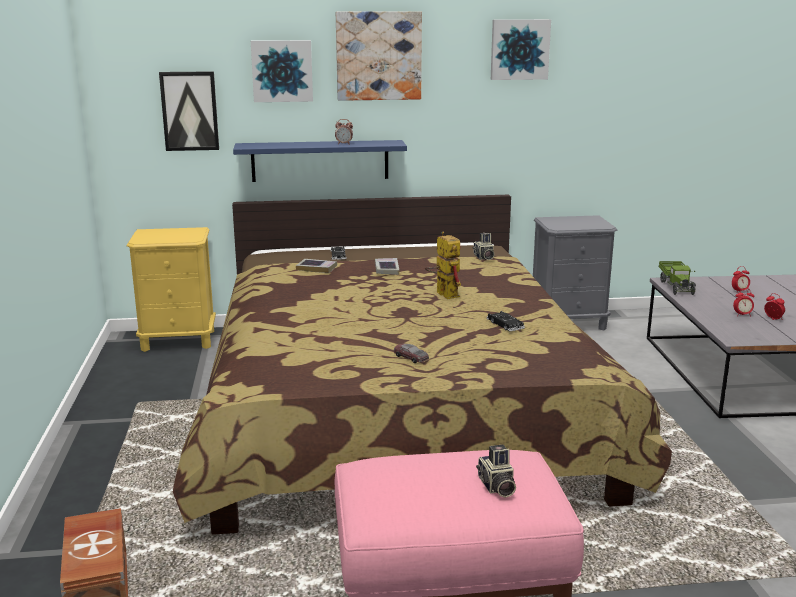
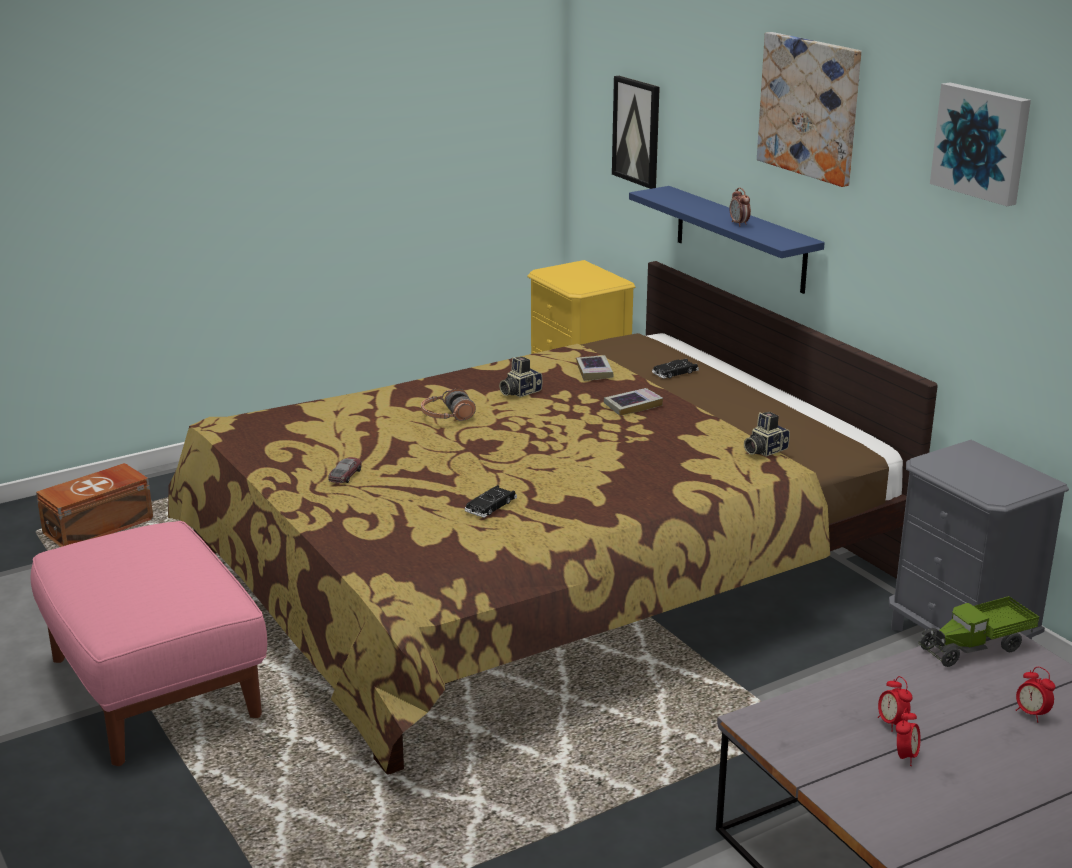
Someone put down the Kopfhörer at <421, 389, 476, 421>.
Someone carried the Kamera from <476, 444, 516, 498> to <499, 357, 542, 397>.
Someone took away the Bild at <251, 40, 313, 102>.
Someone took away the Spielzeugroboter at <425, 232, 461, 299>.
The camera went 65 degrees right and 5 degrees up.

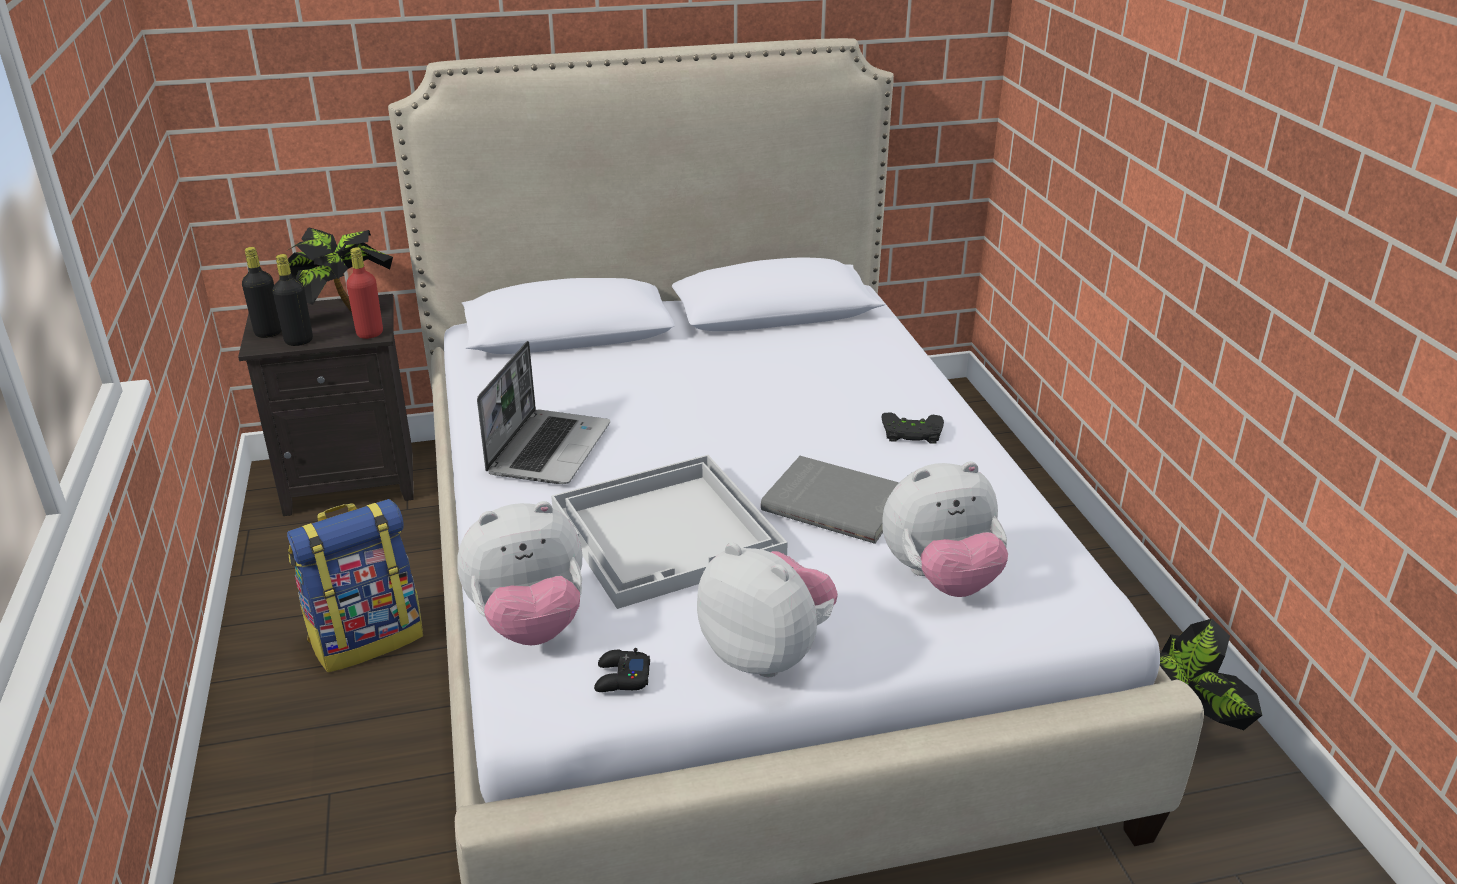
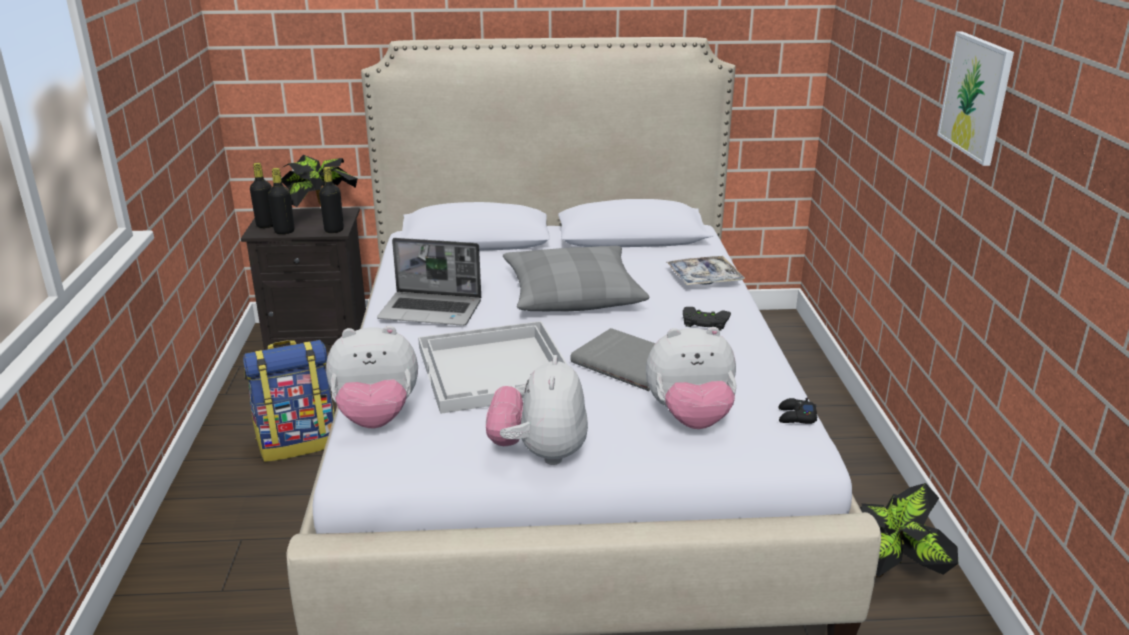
Someone repainted the Flasche [rot] at <346, 247, 383, 339>, which became the Flasche [schwarz] at <319, 167, 344, 233>.
Someone rotated the Laptop at <477, 341, 610, 484> by 75 degrees clockwise.
Someone rotated the Plüschtier at <697, 542, 838, 677> by 135 degrees counterclockwise.
Someone put down the Kissen [grau] at <503, 246, 650, 311>.
Someone put down the Tablett at <666, 256, 746, 286>.
Someone carried the Gamepad [schwarz] from <594, 648, 650, 692> to <779, 398, 817, 424>.
Someone put up the Bild at <937, 31, 1014, 166>.
The camera went 10 degrees right and 5 degrees down.

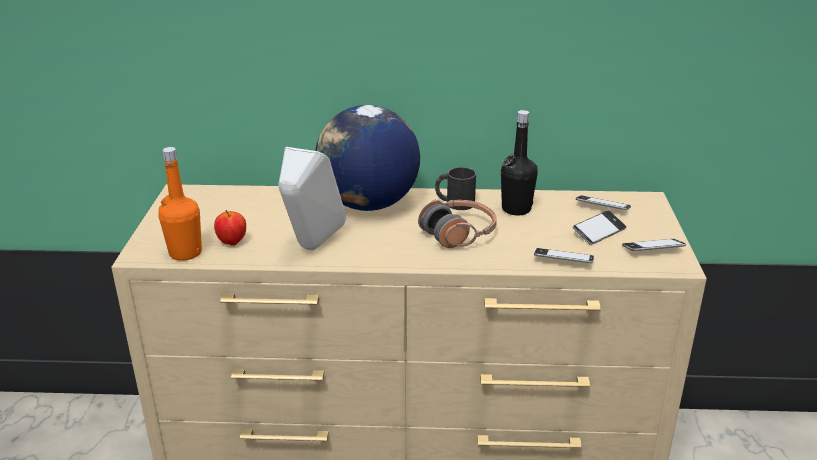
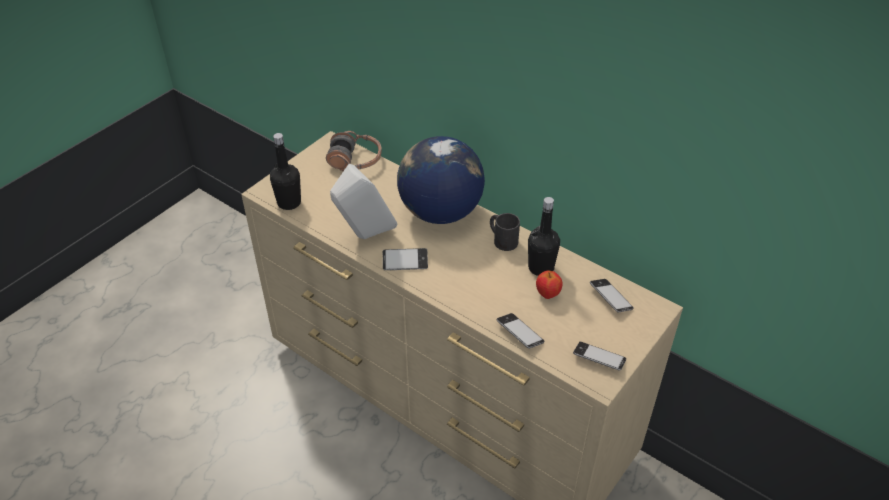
Someone repainted the Flasche [orange] at <158, 147, 202, 261>, which became the Flasche [schwarz] at <270, 133, 301, 210>.
Someone carried the Kopfhörer from <418, 200, 497, 248> to <326, 131, 382, 171>.
Someone carried the Handy from <573, 210, 626, 245> to <383, 248, 428, 270>.
Someone carried the Apfel from <214, 210, 246, 246> to <536, 270, 563, 299>.
The camera went 35 degrees right and 15 degrees up.

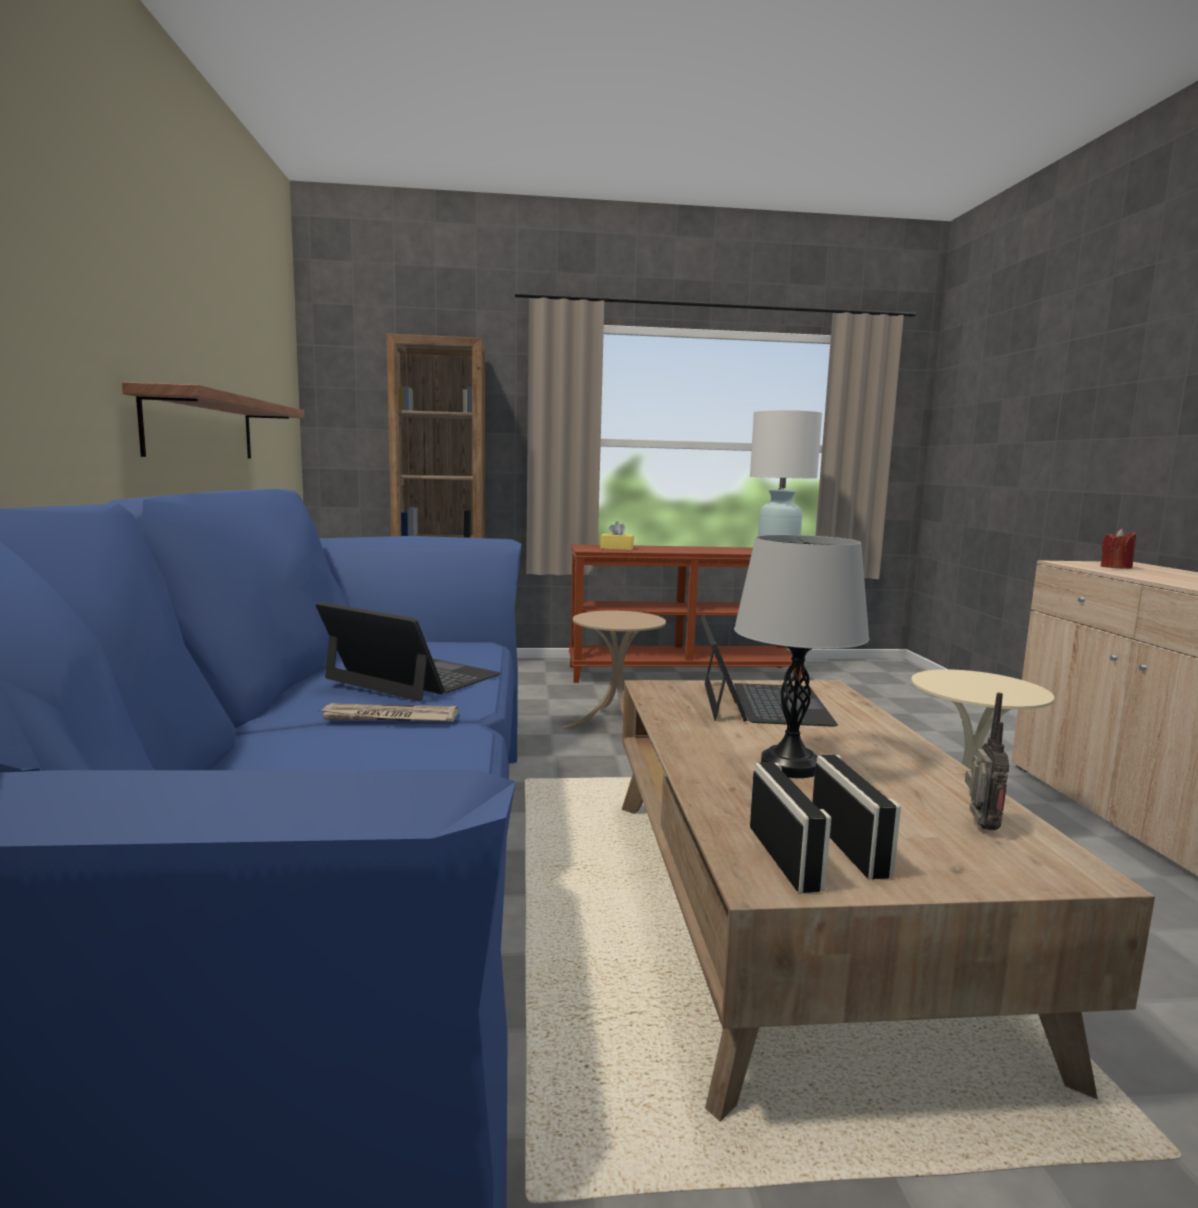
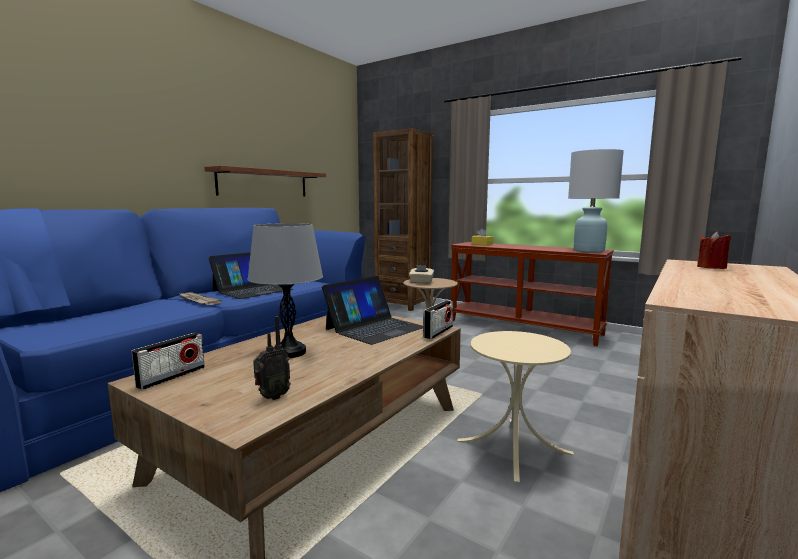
Someone rotated the Laptop at <316, 602, 501, 702> by 60 degrees clockwise.
Someone put down the Taschentuchbox [beige] at <409, 265, 434, 284>.
Someone carried the Radio from <812, 755, 901, 880> to <423, 300, 453, 339>.
The camera went 40 degrees right and 0 degrees up.

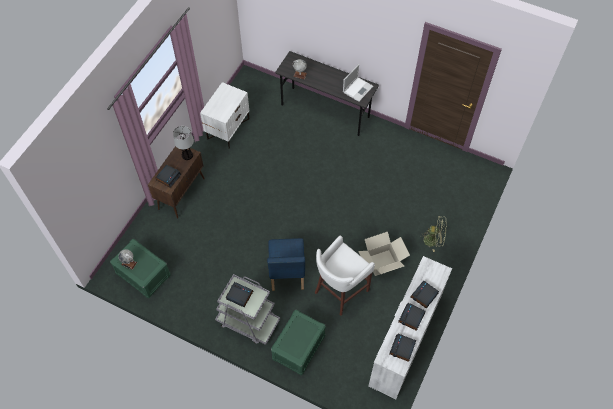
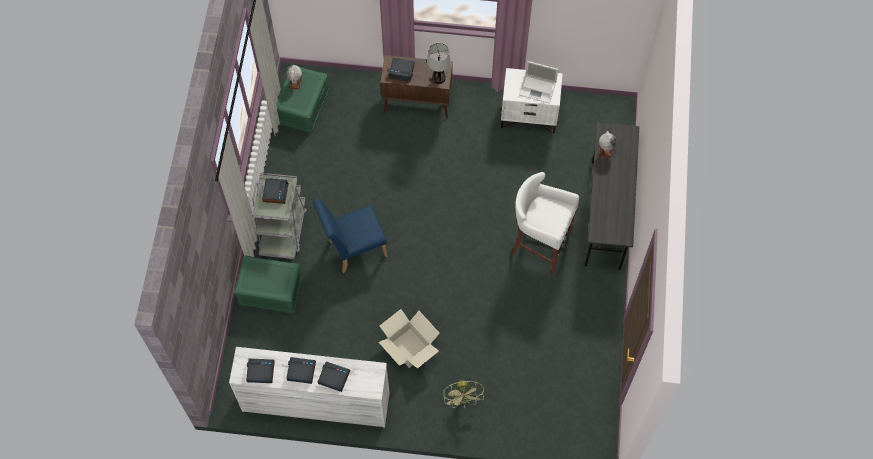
Someone carried the Hocker [weiß] from <315, 236, 375, 316> to <511, 172, 579, 274>.
Someone carried the Laptop from <343, 64, 373, 102> to <519, 61, 558, 103>.
The camera went 70 degrees right and 5 degrees up.

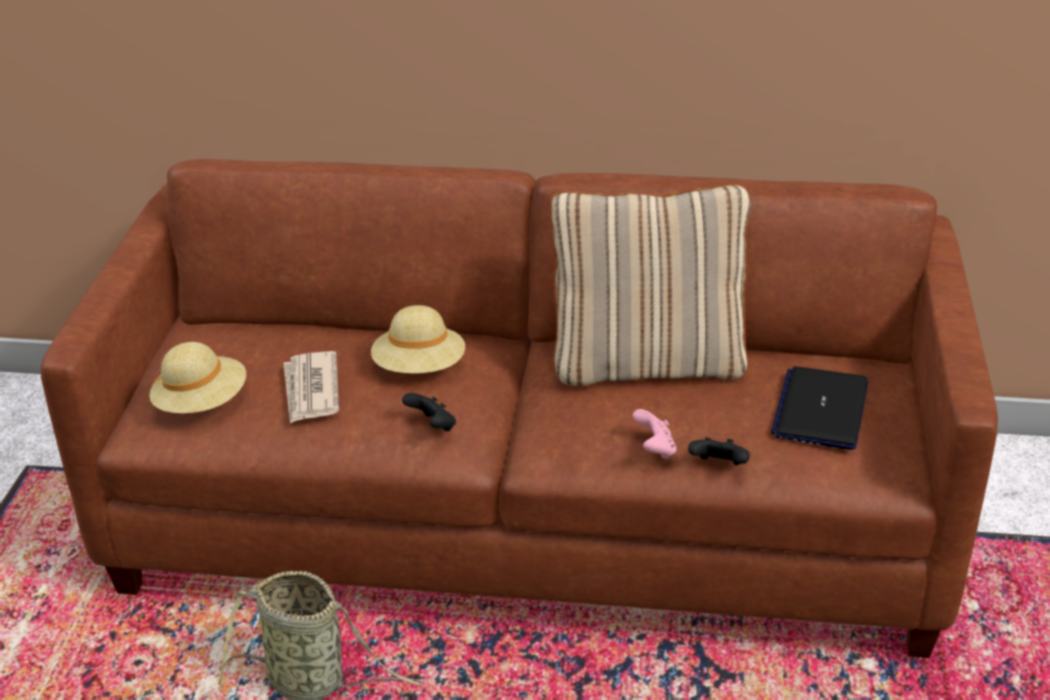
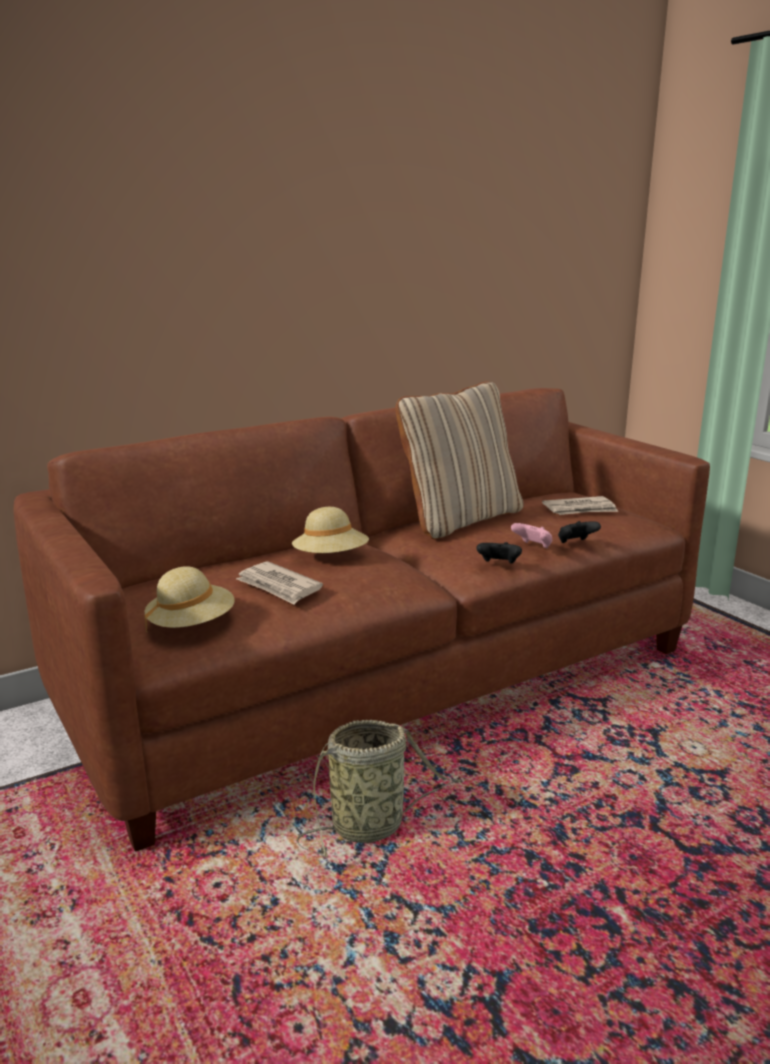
Someone carried the Gamepad [schwarz] from <402, 393, 456, 431> to <477, 542, 522, 564>.
Someone swapped the Laptop at <771, 366, 868, 450> for the Zeitung at <542, 496, 618, 515>.
The camera went 40 degrees left and 15 degrees down.

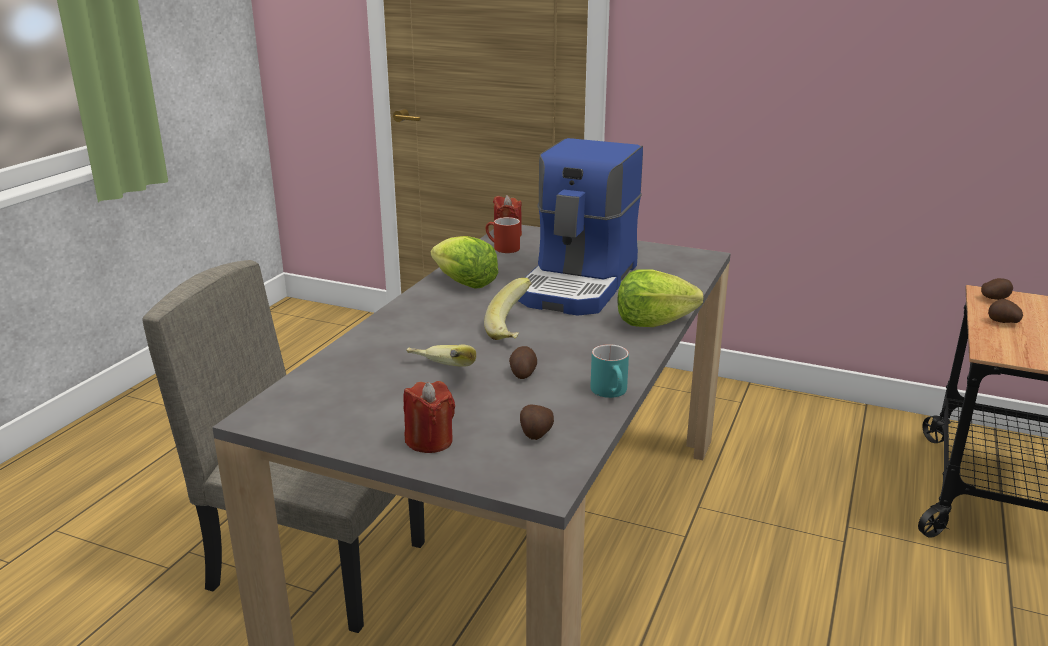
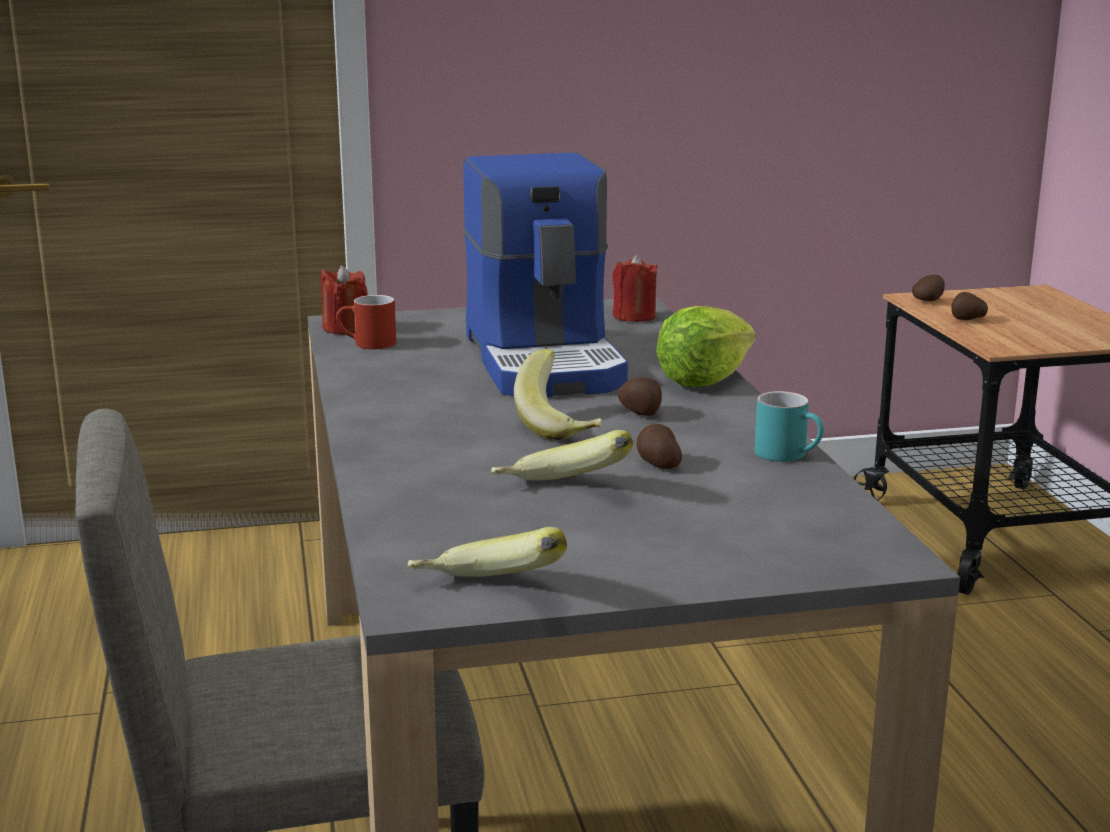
Someone put down the Banane at <407, 527, 567, 577>.
Someone carried the Kerze [rot] from <403, 381, 455, 453> to <612, 255, 658, 322>.
Someone carried the Kartoffel from <520, 405, 554, 440> to <618, 377, 662, 416>.
Someone took away the Salatkopf at <431, 236, 499, 289>.
The camera went 35 degrees left and 5 degrees down.

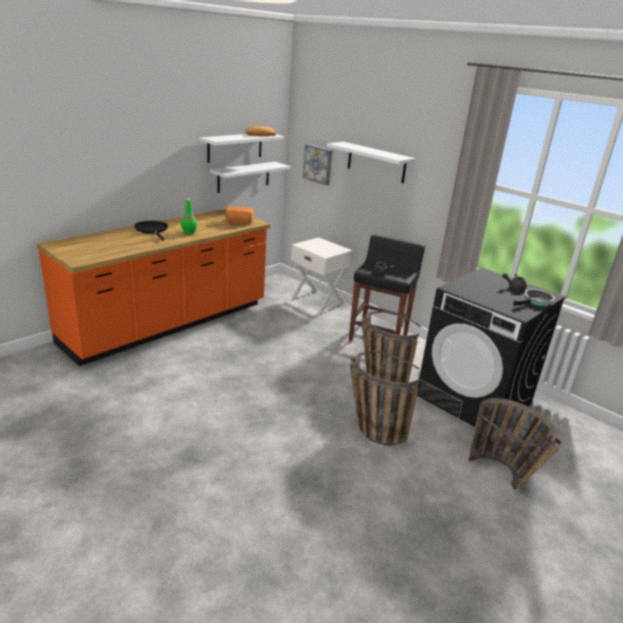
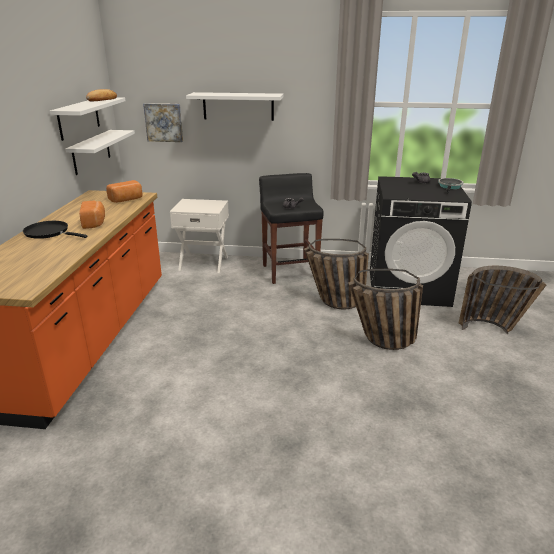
Someone swapped the Flasche [grün] at <181, 199, 197, 234> for the Brot at <79, 201, 105, 229>.
The camera went 35 degrees left and 0 degrees up.

